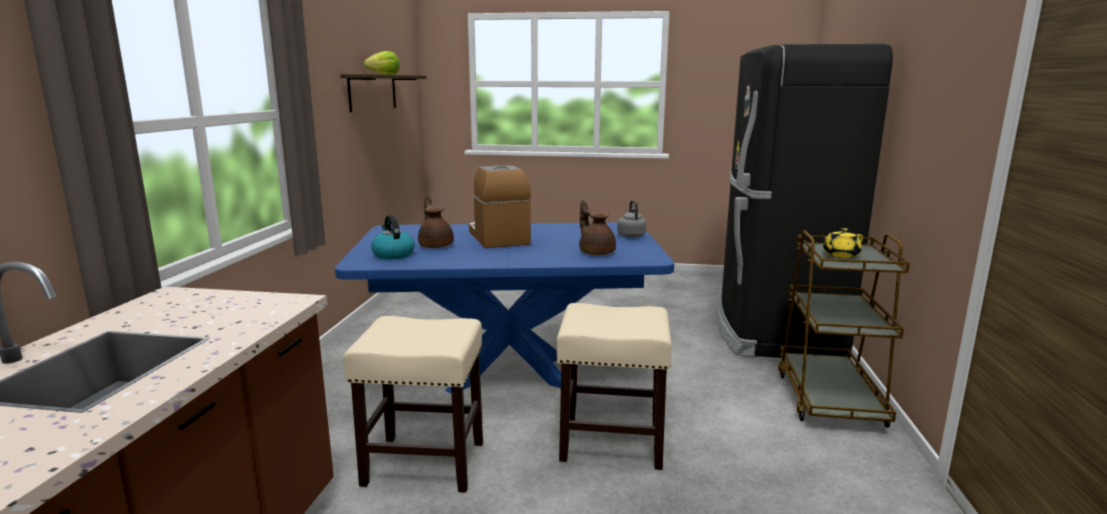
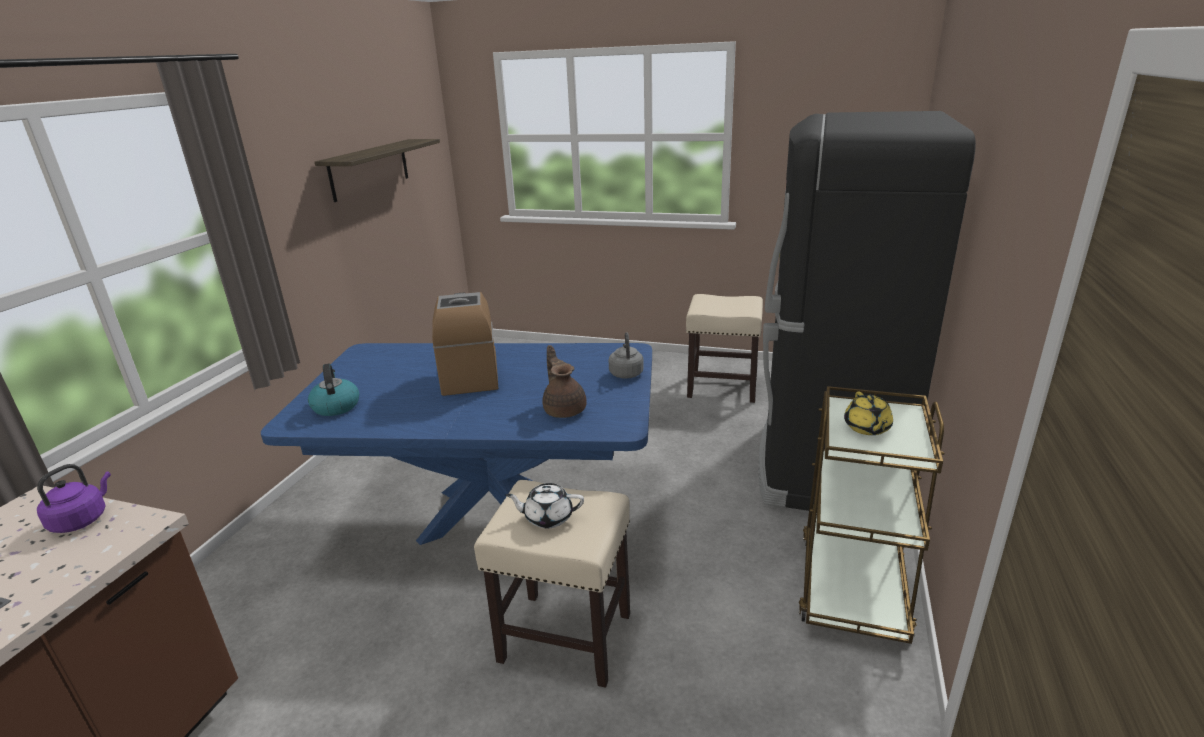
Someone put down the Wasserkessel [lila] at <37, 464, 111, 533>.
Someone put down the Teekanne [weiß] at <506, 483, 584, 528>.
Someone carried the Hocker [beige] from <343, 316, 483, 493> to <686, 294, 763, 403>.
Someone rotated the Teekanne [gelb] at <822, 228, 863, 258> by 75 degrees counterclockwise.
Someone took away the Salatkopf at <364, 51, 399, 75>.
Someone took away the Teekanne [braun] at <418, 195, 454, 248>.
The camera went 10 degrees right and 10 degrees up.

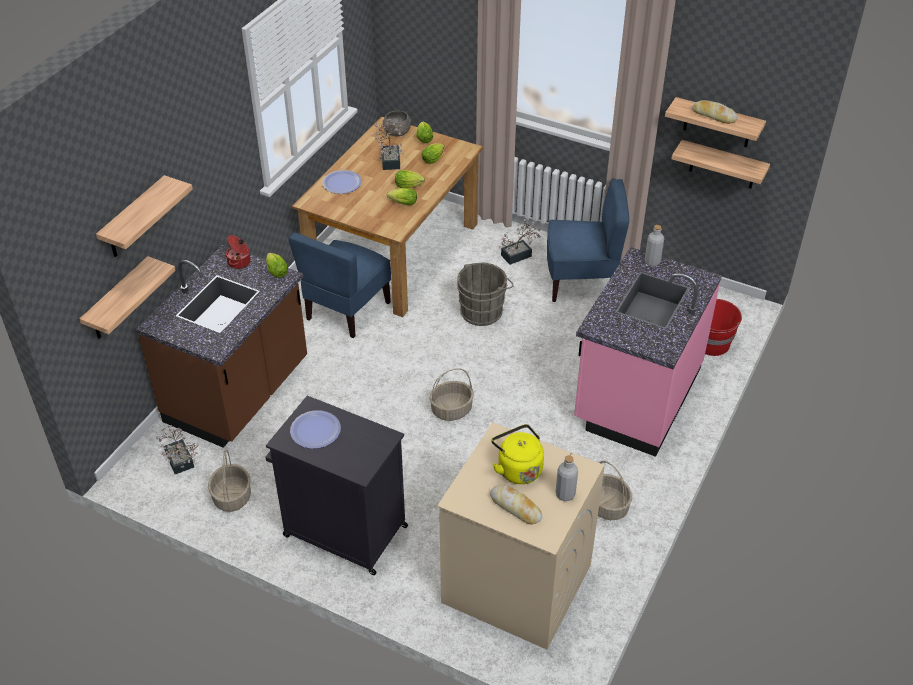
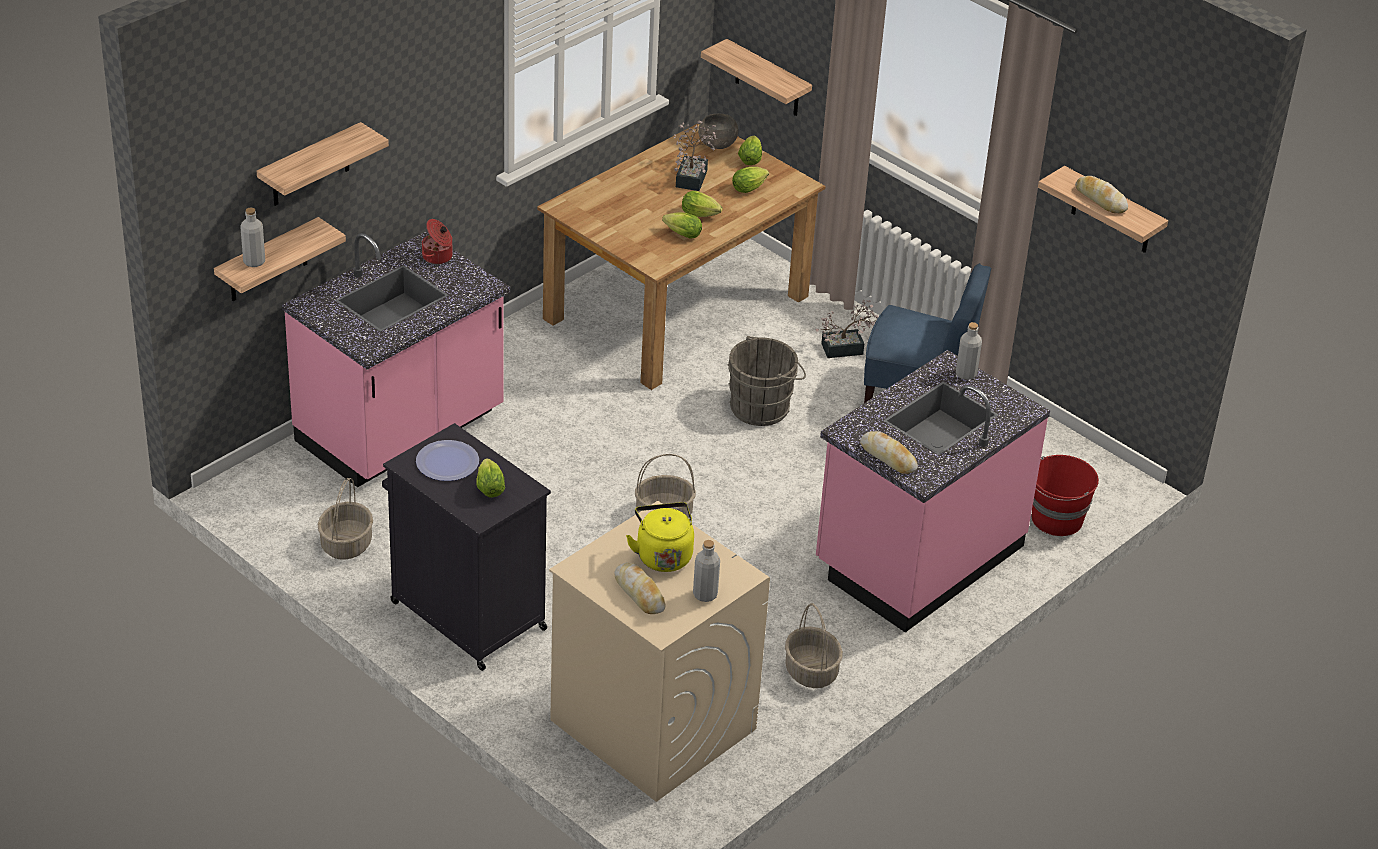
Someone put down the Flasche [grau] at <241, 208, 265, 267>.
Someone repainted the Küchenzeile [braun] at <136, 245, 307, 448>, which became the Küchenzeile [rosa] at <282, 232, 510, 487>.
Someone carried the Salatkopf from <266, 253, 288, 278> to <476, 458, 505, 497>.
Someone carried the Wandregal from <671, 140, 770, 189> to <701, 39, 812, 116>.
Someone put down the Brot at <860, 431, 918, 474>.
Someone took away the Topfpflanze at <156, 425, 199, 474>.
Someone took away the Stuhl [blau] at <288, 232, 391, 338>.
Someone took away the Teller at <322, 170, 362, 194>.
The camera went 15 degrees right and 5 degrees down.

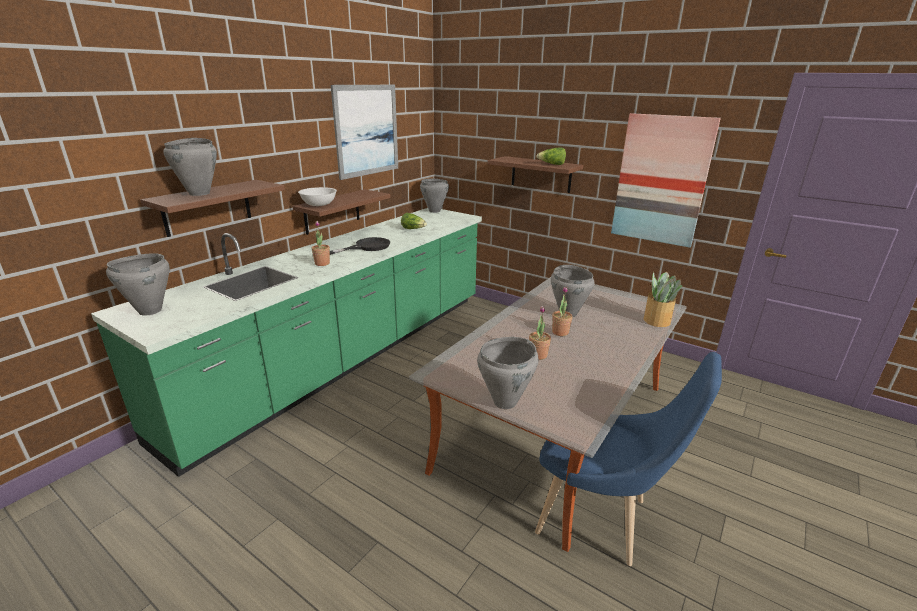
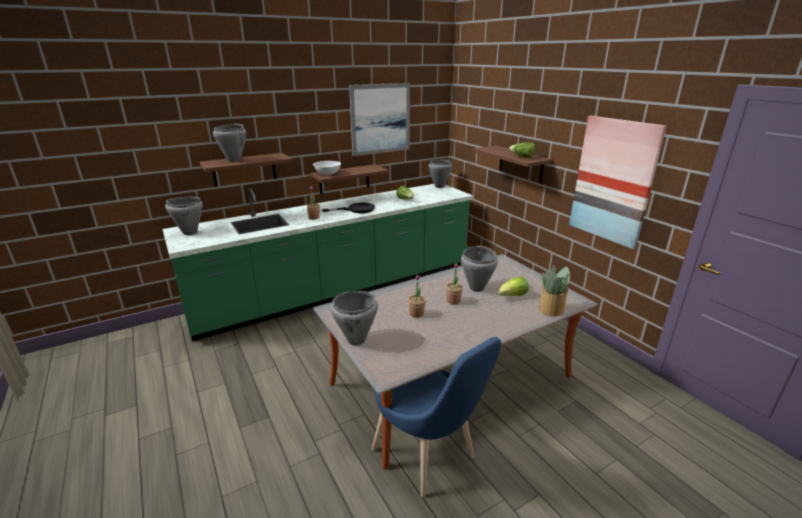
Someone put down the Salatkopf at <498, 277, 529, 296>.
The camera went 25 degrees right and 0 degrees up.

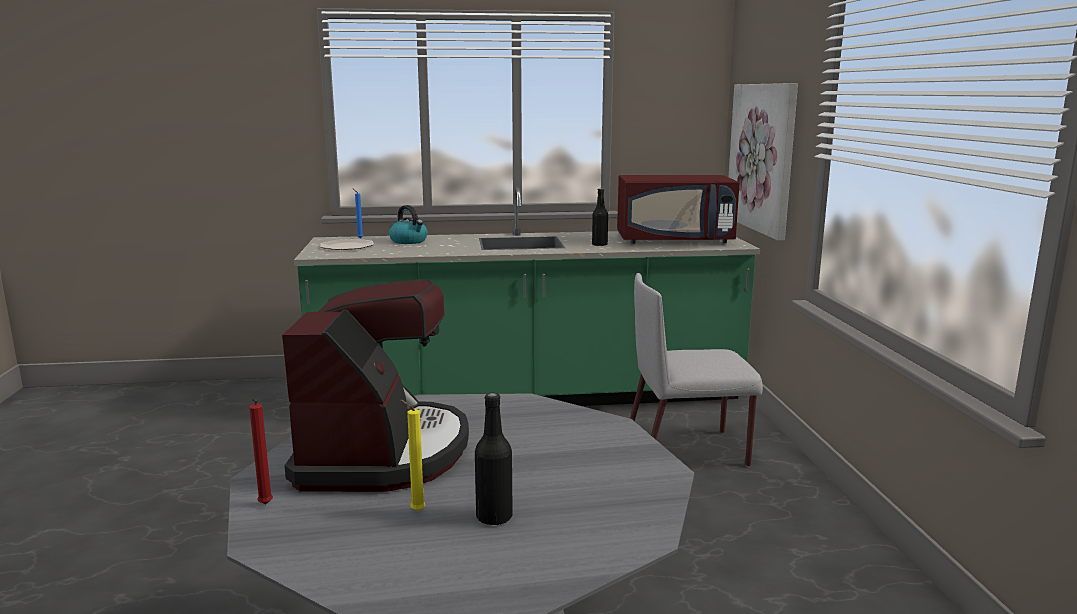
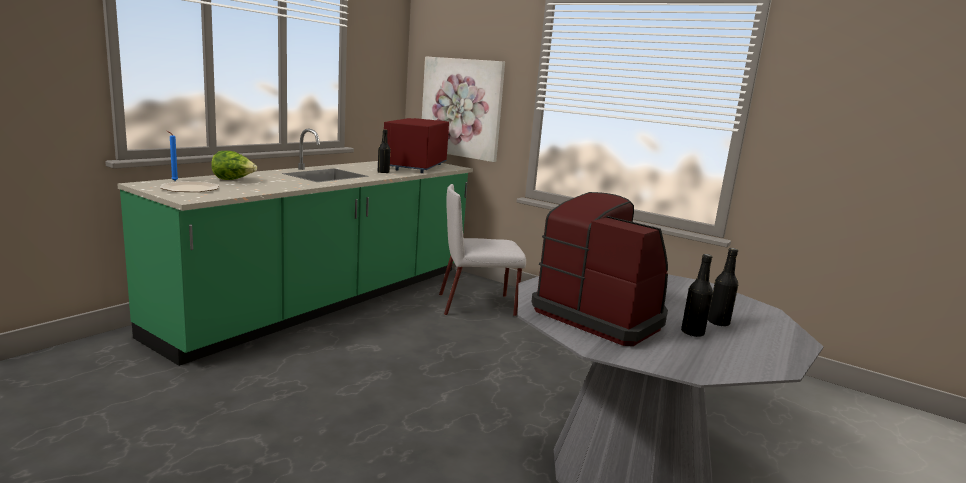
Someone swapped the Wasserkessel at <389, 205, 428, 244> for the Salatkopf at <211, 151, 257, 180>.
Someone rotated the Mikrowelle [rot] at <617, 175, 740, 244> by 150 degrees clockwise.
Someone rotated the Stuhl [grau] at <630, 273, 763, 467> by 45 degrees clockwise.
Someone swapped the Kerze [gelb] at <400, 400, 425, 511> for the Flasche [schwarz] at <681, 254, 713, 337>.
Someone took away the Kerze [rot] at <249, 399, 273, 504>.
The camera went 50 degrees left and 0 degrees up.

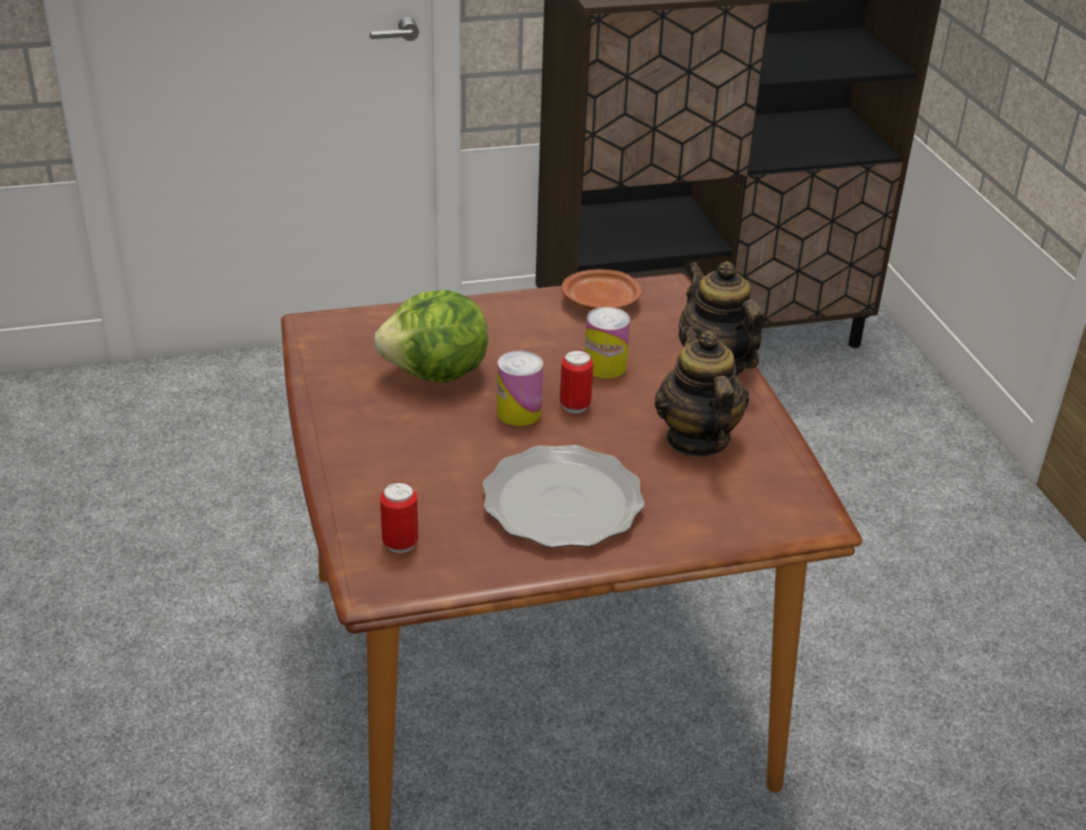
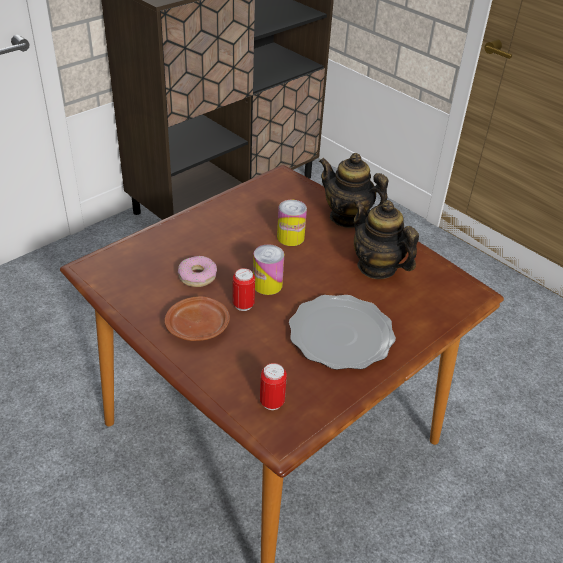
Someone carried the Teller [braun] from <562, 269, 642, 310> to <164, 296, 230, 341>.
Someone swapped the Salatkopf at <374, 290, 488, 383> for the Donut at <178, 256, 217, 287>.
Someone carried the Dose from <560, 350, 593, 413> to <233, 268, 255, 311>.
The camera went 30 degrees left and 5 degrees up.

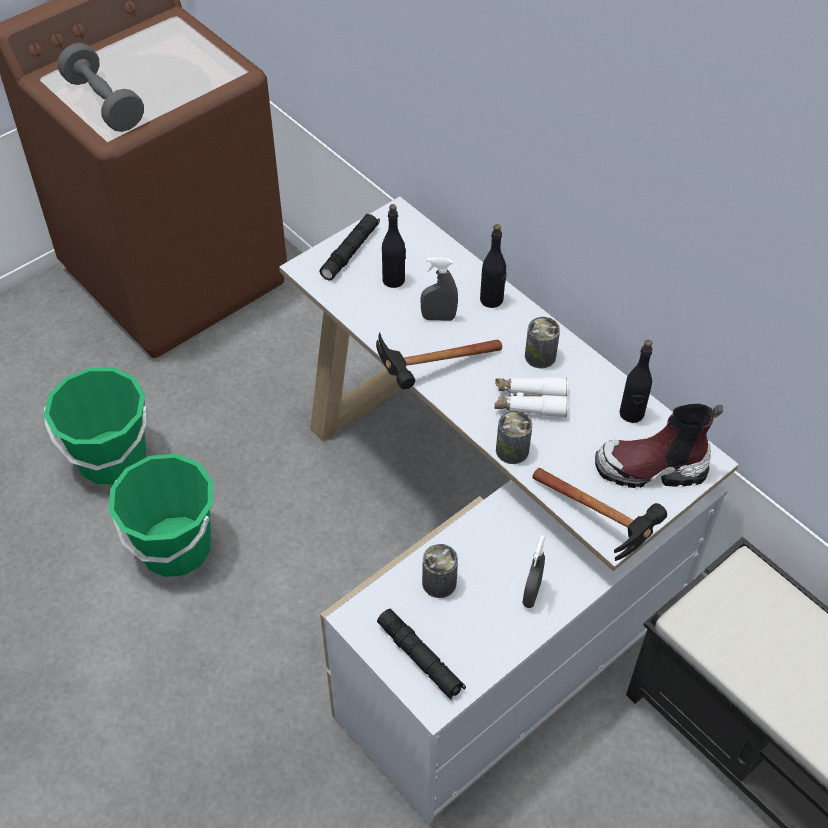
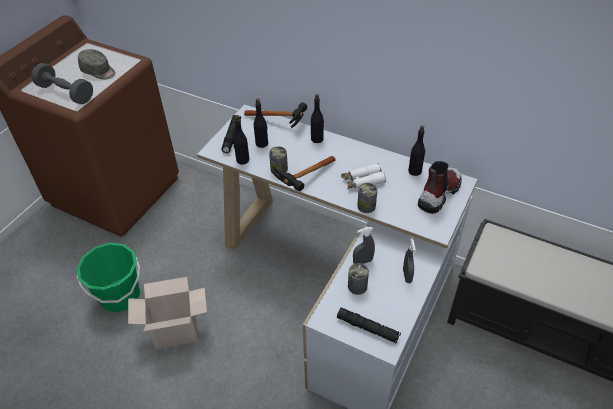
Someone put down the Kappe [grau] at <78, 49, 115, 79>.
Someone swapped the Eimer [grün] at <109, 454, 213, 577> for the Karton at <128, 277, 207, 349>.
Someone put down the Flasche [schwarz] at <234, 115, 249, 165>.
Someone carried the Hammer from <532, 468, 667, 561> to <244, 103, 307, 128>.
Someone carried the Dose from <525, 317, 560, 368> to <269, 146, 288, 175>.
Someone carried the Sprühflasche [grau] from <420, 257, 458, 321> to <353, 227, 375, 264>.
Someone rotated the Stiefel at <595, 404, 723, 488> by 150 degrees clockwise.
The camera went 20 degrees left and 5 degrees down.

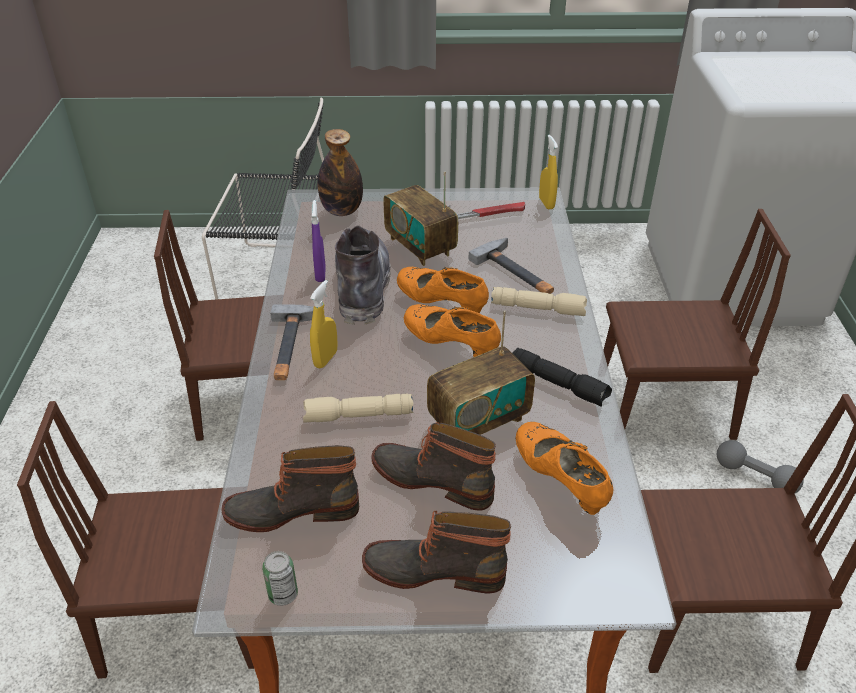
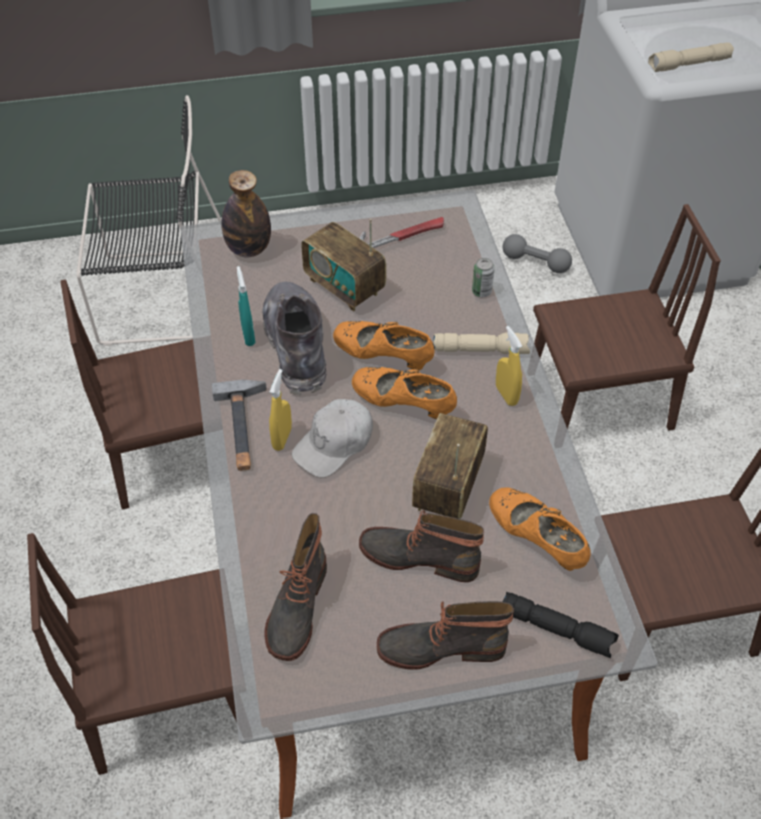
Someone repainted the Sprühflasche [lila] at <311, 200, 326, 282>, which became the Sprühflasche [türkis] at <237, 266, 256, 346>.
Someone rotated the Stiefel at <221, 445, 359, 532> by 60 degrees counterclockwise.
Someone put down the Kappe [weiß] at <292, 399, 373, 478>.
Someone rotated the Radio at <427, 311, 535, 435> by 150 degrees clockwise.
Someone carried the Dose from <262, 551, 298, 606> to <472, 258, 495, 297>.
Someone carried the Sprühflasche [gelb] from <539, 135, 558, 209> to <496, 326, 522, 406>.
Someone carried the Taschenlampe [schwarz] from <512, 347, 612, 407> to <502, 592, 619, 658>.
Someone carried the Hantel [grau] from <717, 440, 803, 494> to <503, 234, 572, 273>.
Someone carried the Taschenlampe [beige] from <303, 393, 414, 422> to <648, 43, 734, 72>.
Someone took away the Hammer at <469, 238, 554, 294>.
The camera went 10 degrees left and 10 degrees up.

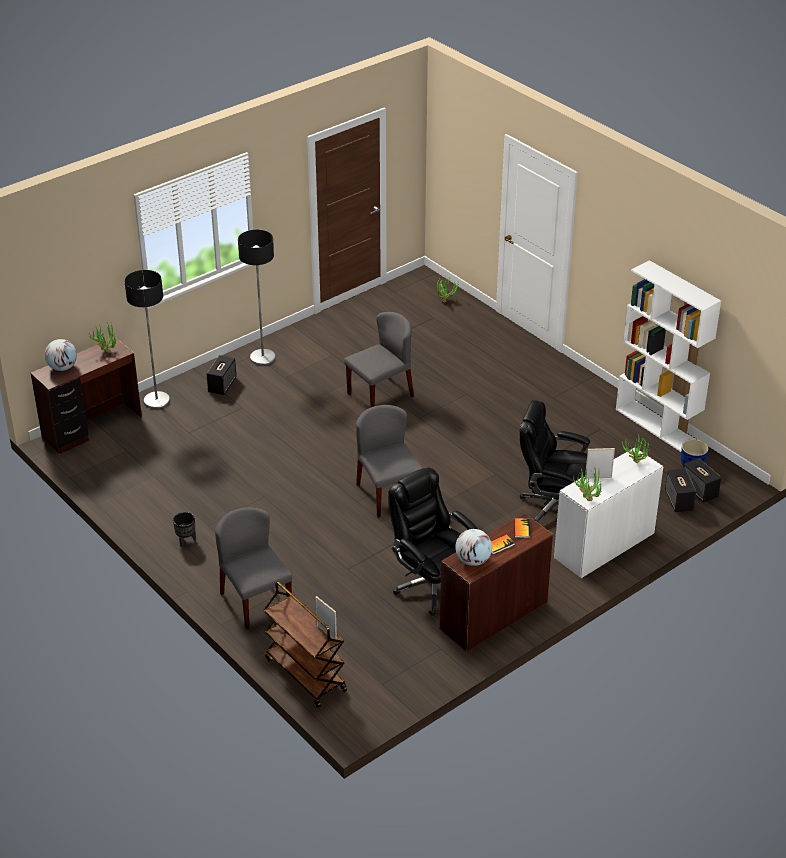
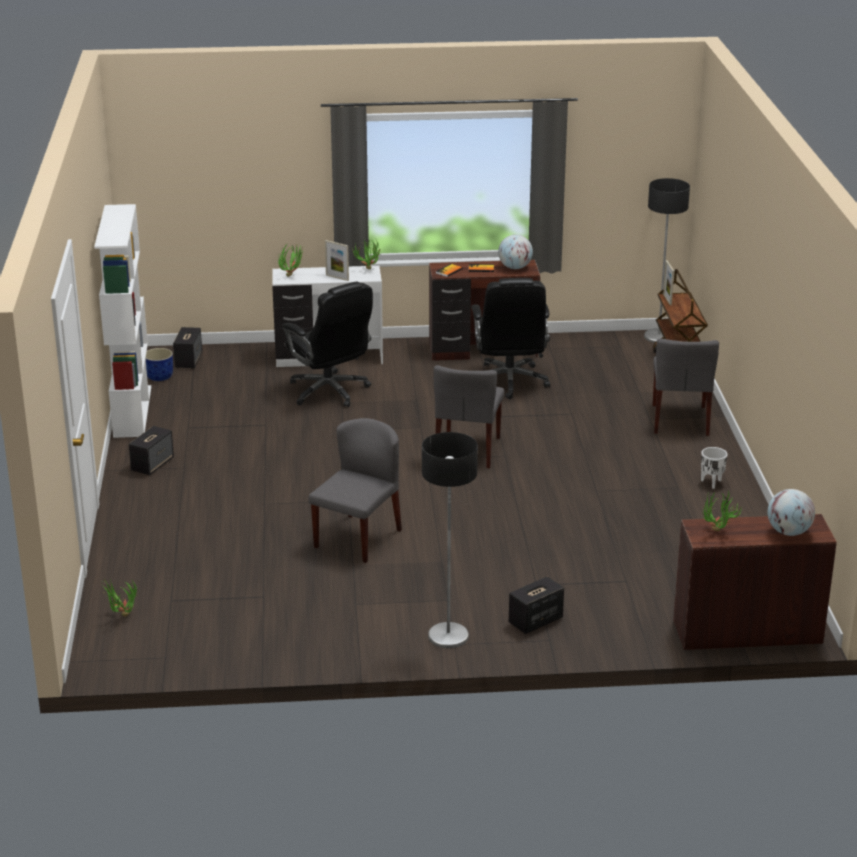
Someone carried the Lautsprecher from <665, 468, 696, 512> to <129, 426, 174, 475>.
Someone rotated the Stuhl [grau] at <344, 312, 414, 407> by 120 degrees clockwise.
Someone carried the Stehlampe from <124, 270, 170, 409> to <644, 178, 690, 342>.
Someone repainted the Pflanzkübel [schwarz] at <173, 512, 196, 547>, which became the Pflanzkübel [weiß] at <701, 447, 728, 489>.
The camera went 145 degrees left and 10 degrees down.

